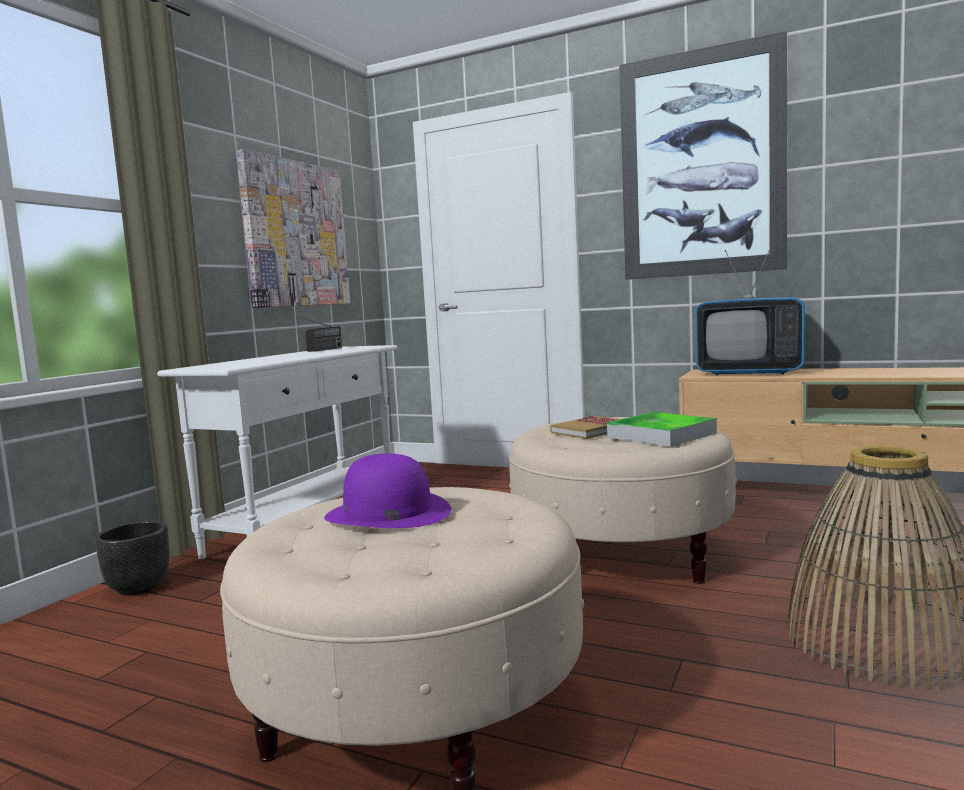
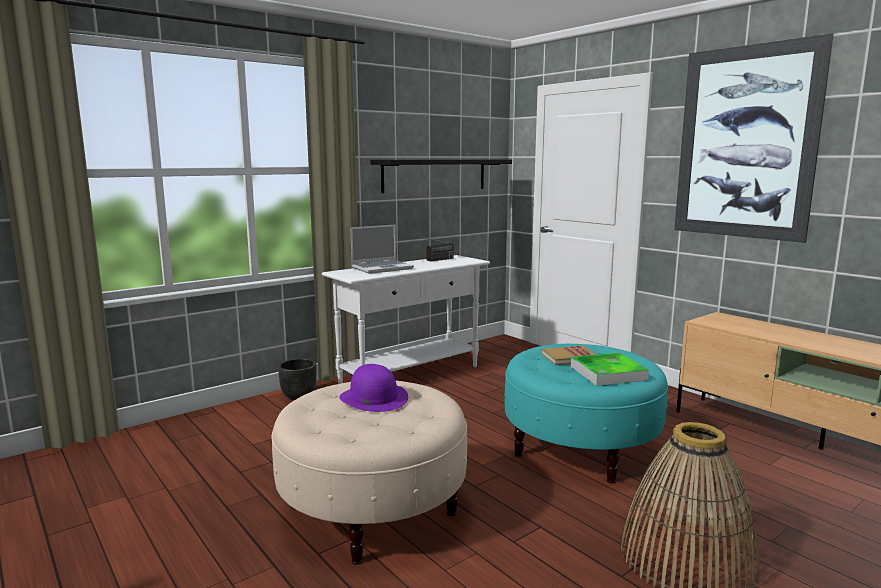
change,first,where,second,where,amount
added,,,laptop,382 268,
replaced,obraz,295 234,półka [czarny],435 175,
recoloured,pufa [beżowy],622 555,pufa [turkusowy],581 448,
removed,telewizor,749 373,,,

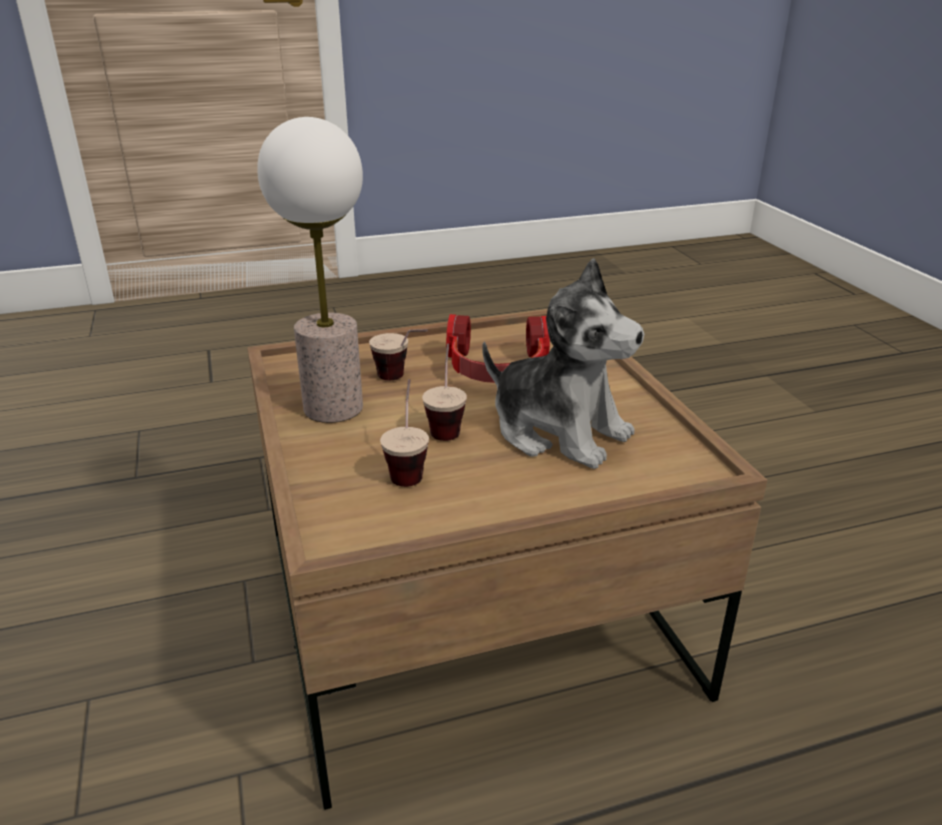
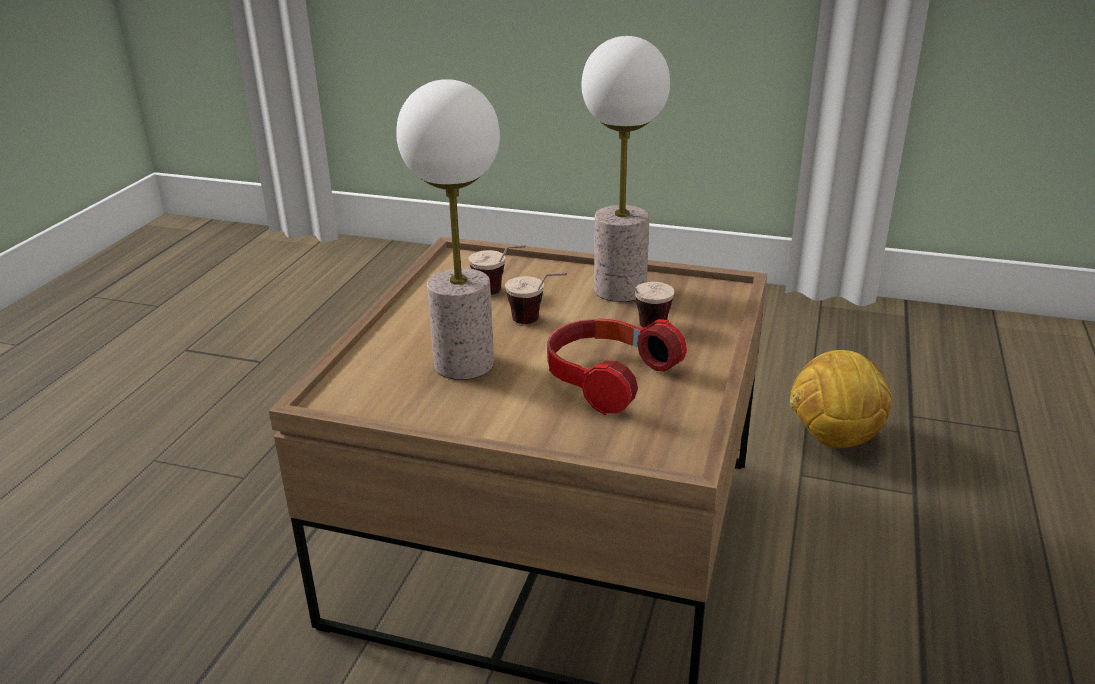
change,first,where,second,where,amount
replaced,pluszak,559 431,lampa stołowa,465 364,
added,,,piłka futbolowa,833 439,

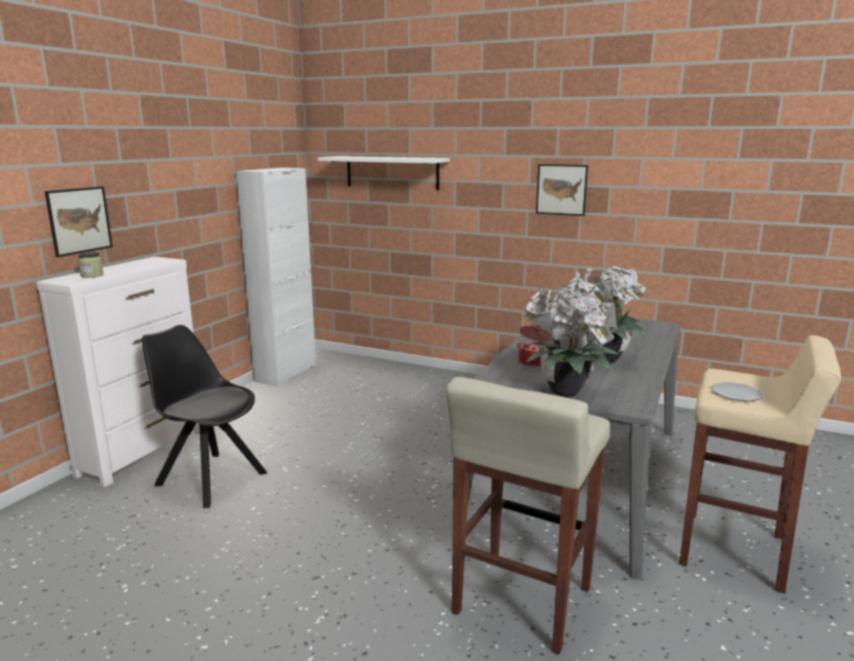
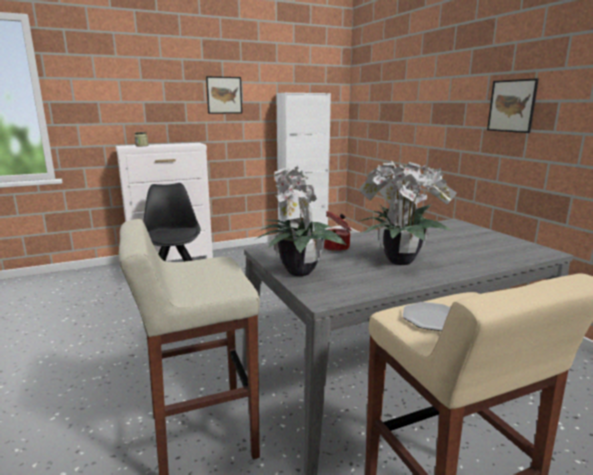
change,first,where,second,where,amount
moved,obraz,79 220,,224 95,
removed,półka [biały],392 172,,,

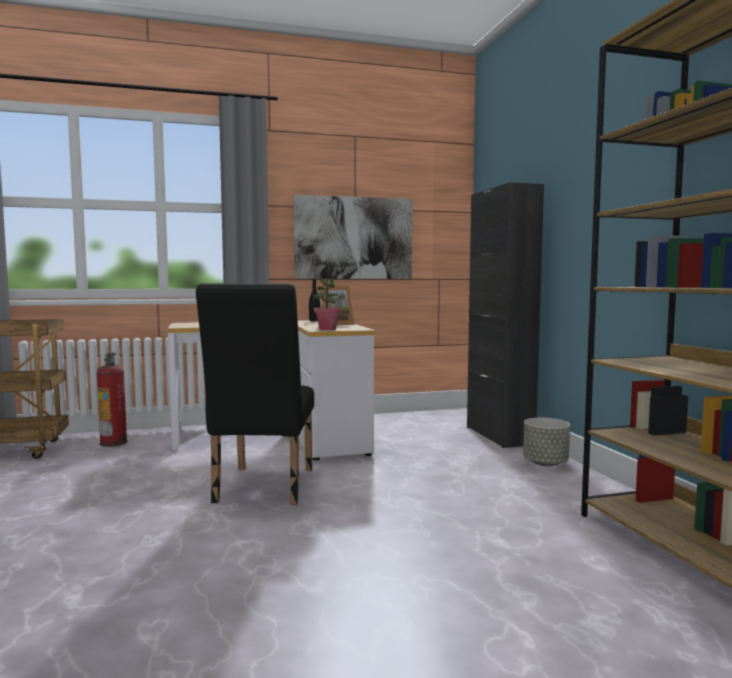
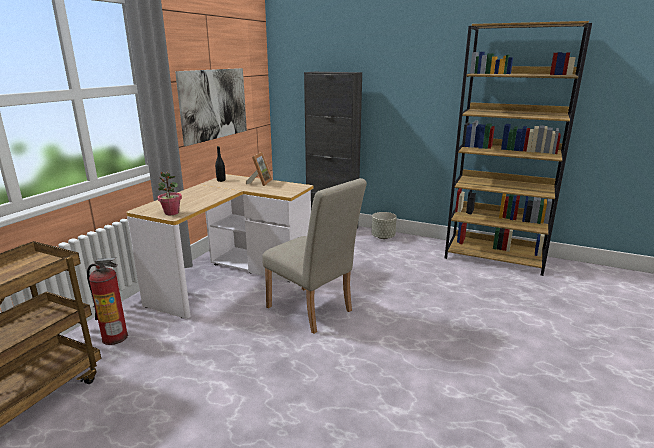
change,first,where,second,where,amount
moved,roślina doniczkowa,327 329,,171 213,
recoloured,krzesło [czarny],262 488,krzesło [beżowy],313 311,

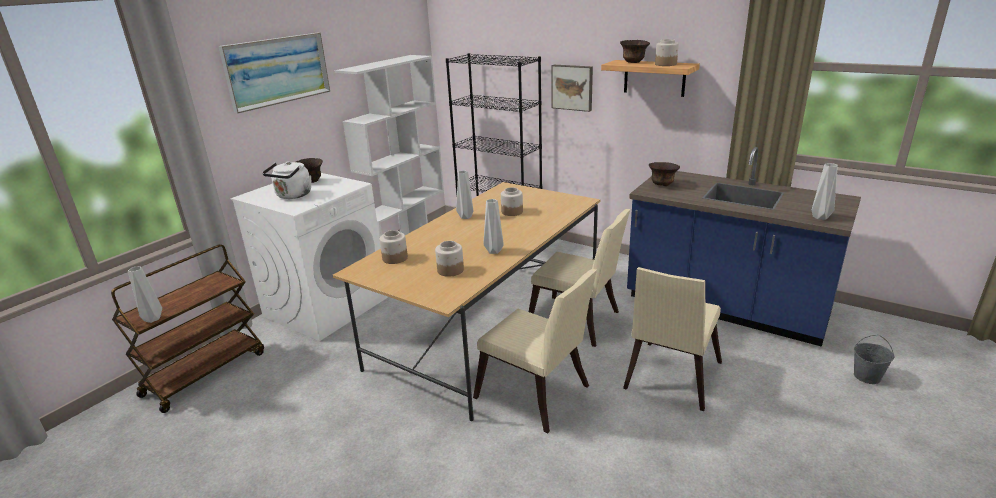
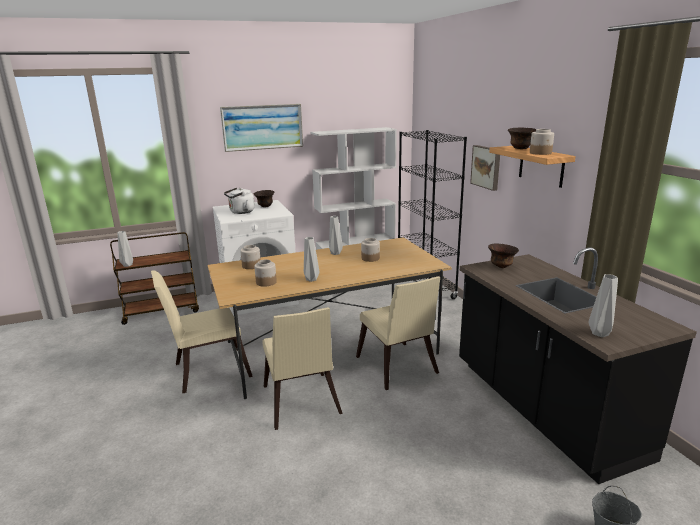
change,first,where,second,where,amount
moved,krzesło [beżowy],669 379,,207 371,
recoloured,zabudowa kuchenna [niebieski],725 307,zabudowa kuchenna [czarny],543 408,

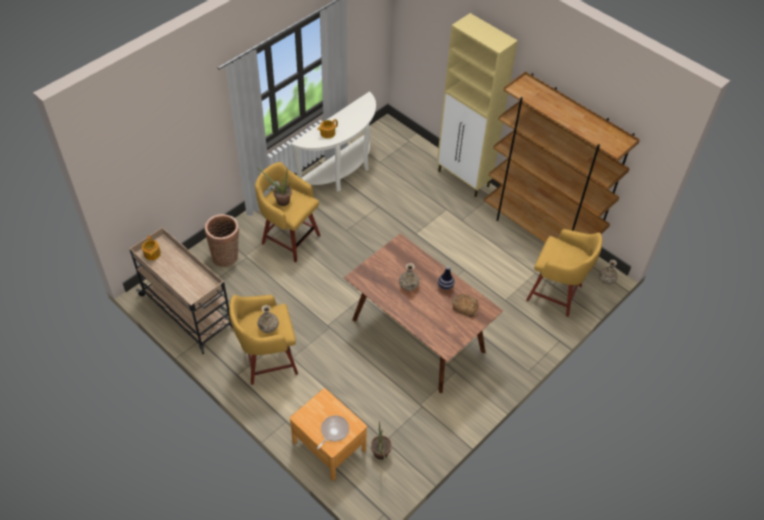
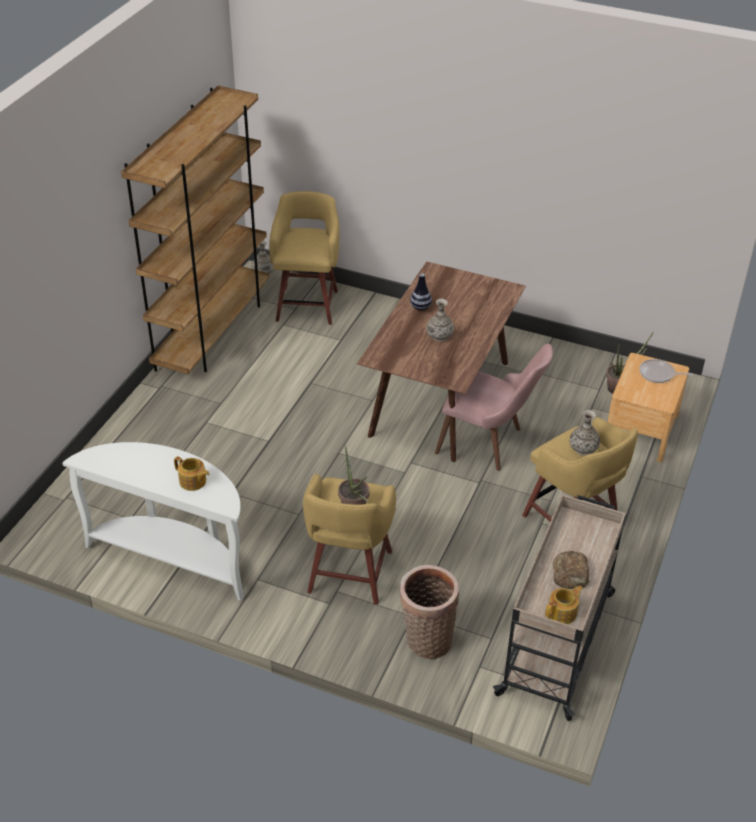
change,first,where,second,where,amount
added,,,krzesło [różowy],490 443,
moved,chleb,465 307,,571 574,
removed,szafka [beżowy],464 179,,,

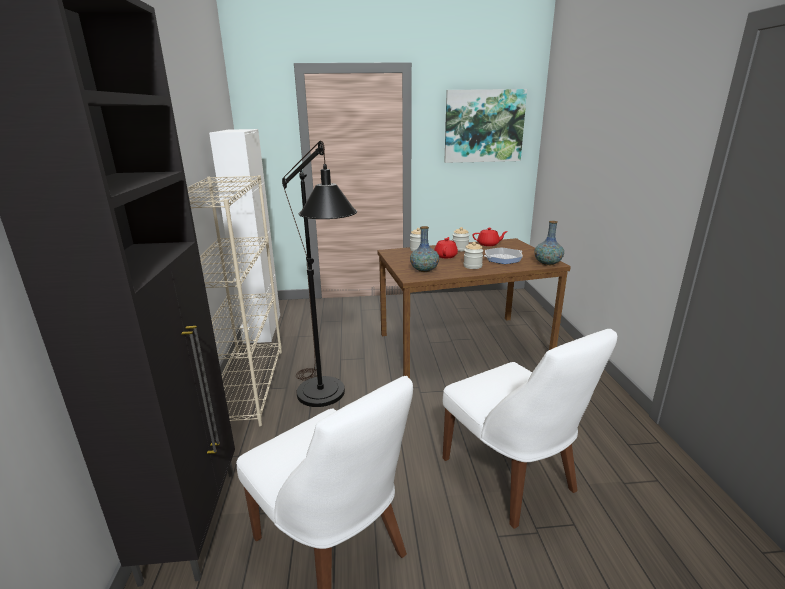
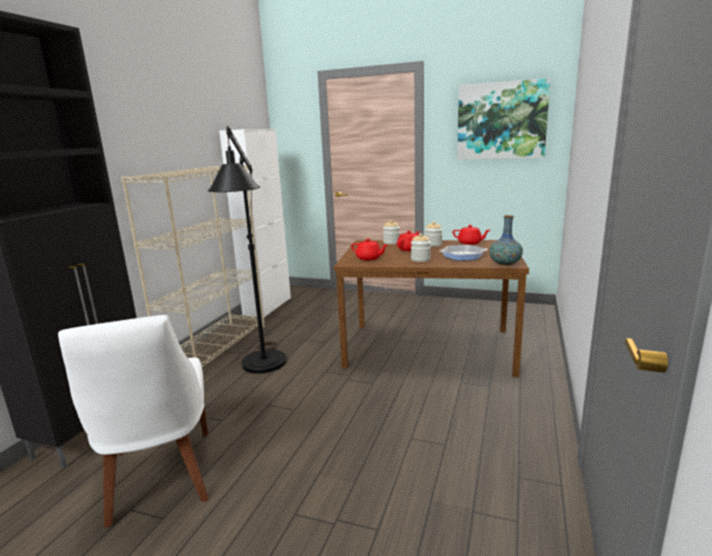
change,first,where,second,where,amount
replaced,wazon,424 270,imbryk [czerwony],369 258,
removed,krzesło [biały],512 478,,,

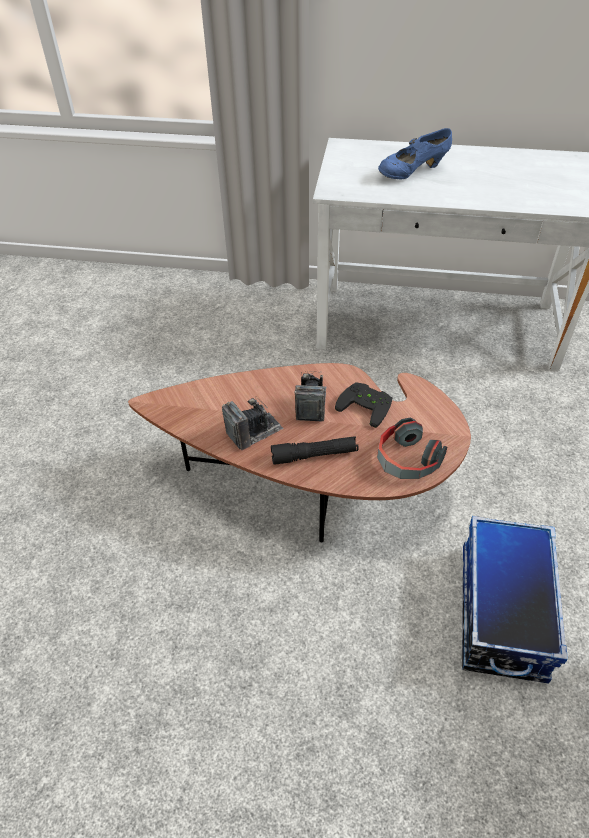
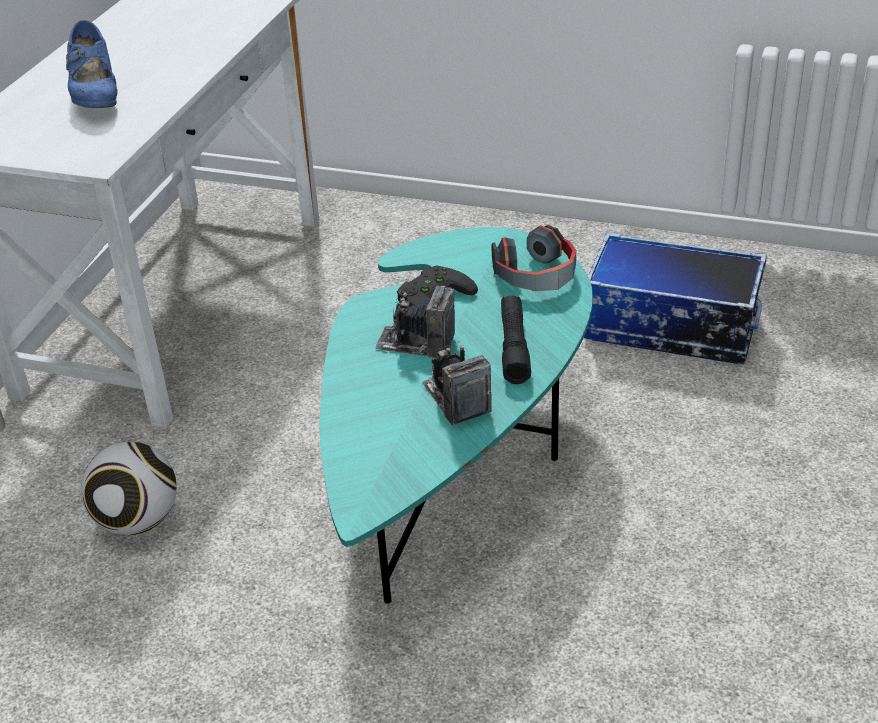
change,first,where,second,where,amount
added,,,piłka futbolowa,138 520,
recoloured,ława [brązowy],313 484,ława [turkusowy],455 457,

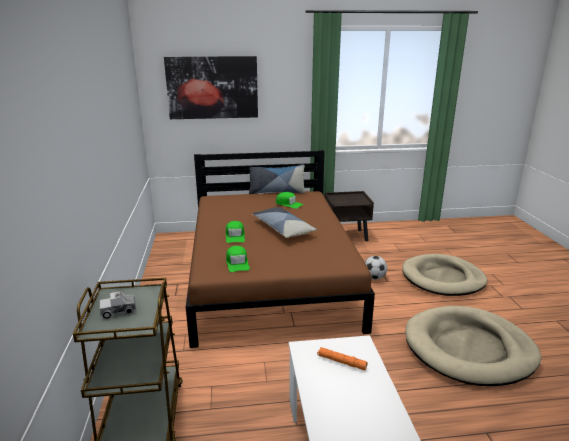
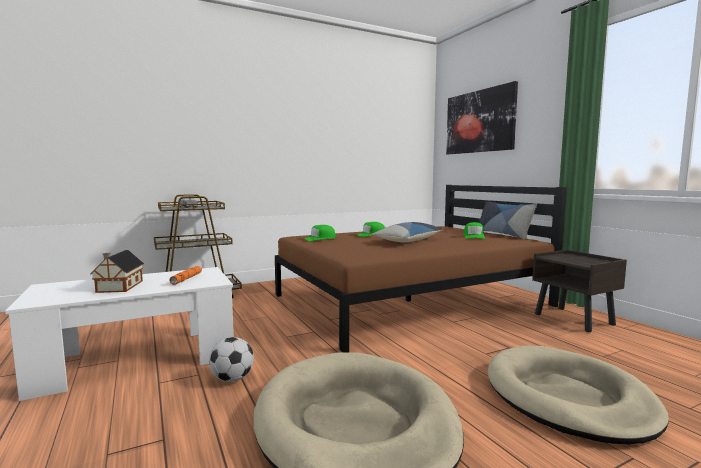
change,first,where,second,where,amount
added,,,domek,118 287,
moved,piłka futbolowa,374 278,,232 379,

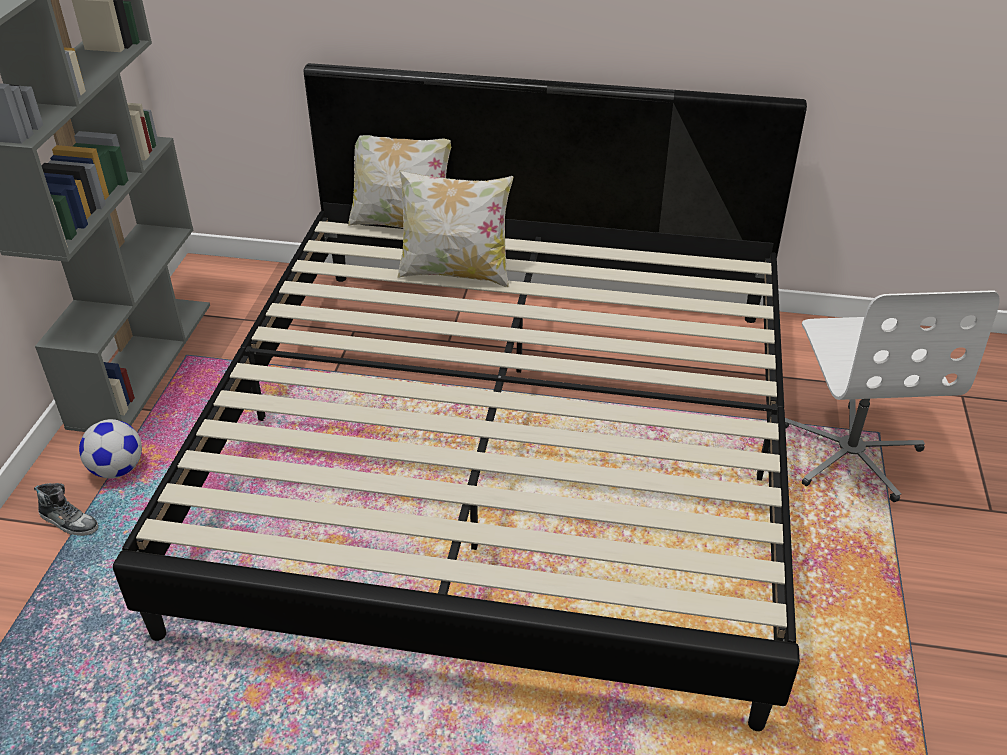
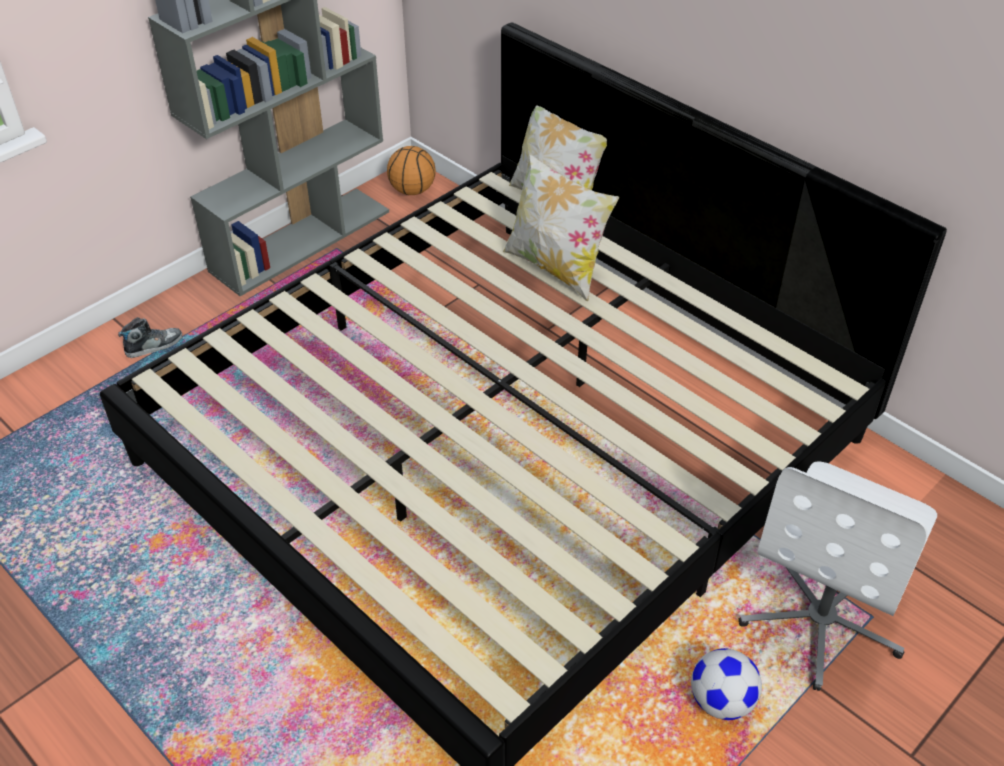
change,first,where,second,where,amount
turned,but,69 521,,154 345,90 degrees counterclockwise
added,,,piłka do koszykówki,412 190,
moved,piłka futbolowa,117 470,,721 701,

